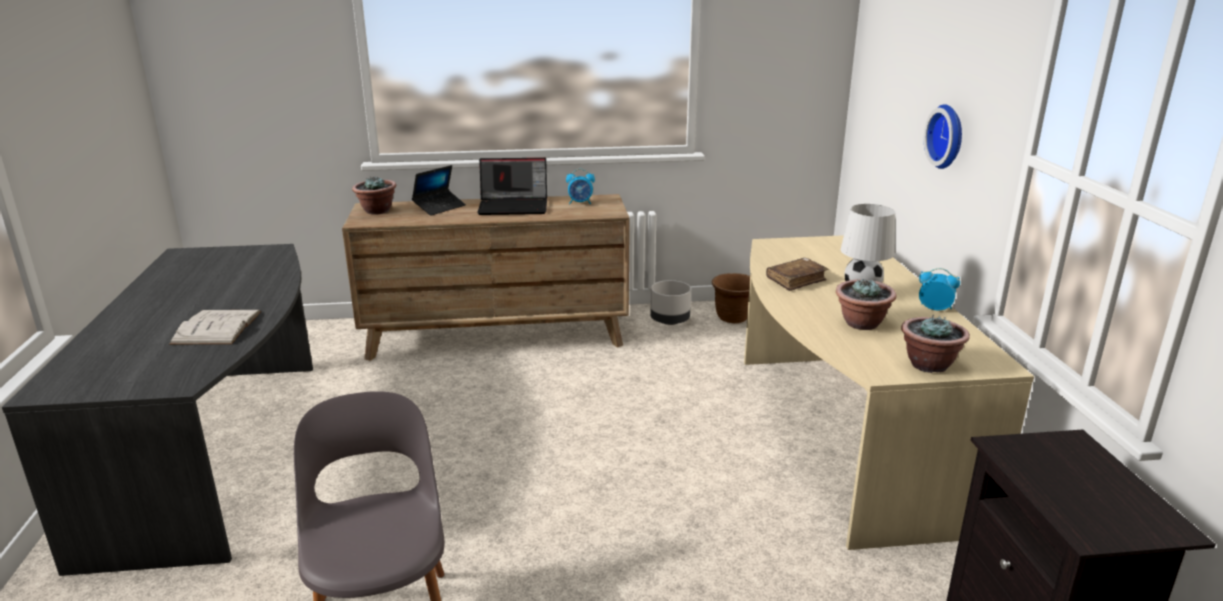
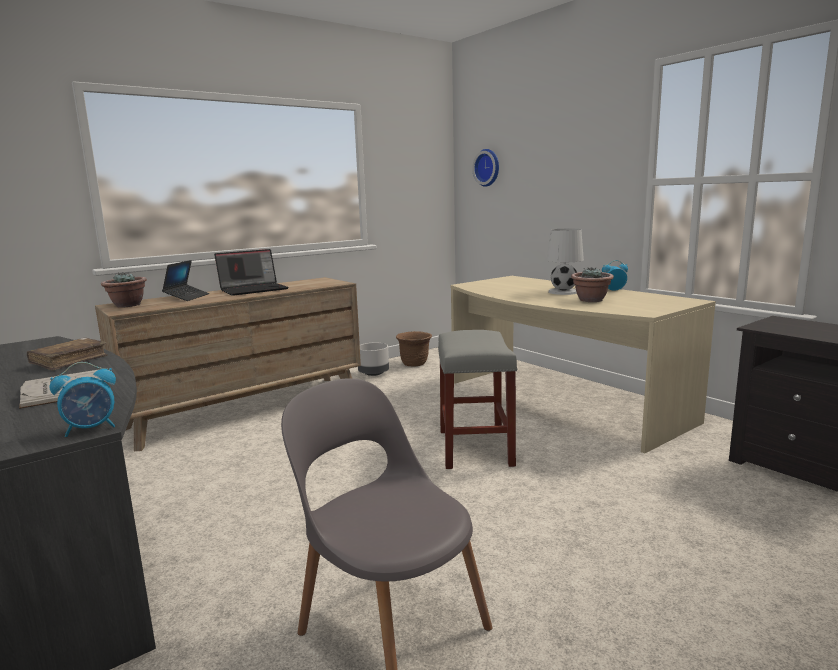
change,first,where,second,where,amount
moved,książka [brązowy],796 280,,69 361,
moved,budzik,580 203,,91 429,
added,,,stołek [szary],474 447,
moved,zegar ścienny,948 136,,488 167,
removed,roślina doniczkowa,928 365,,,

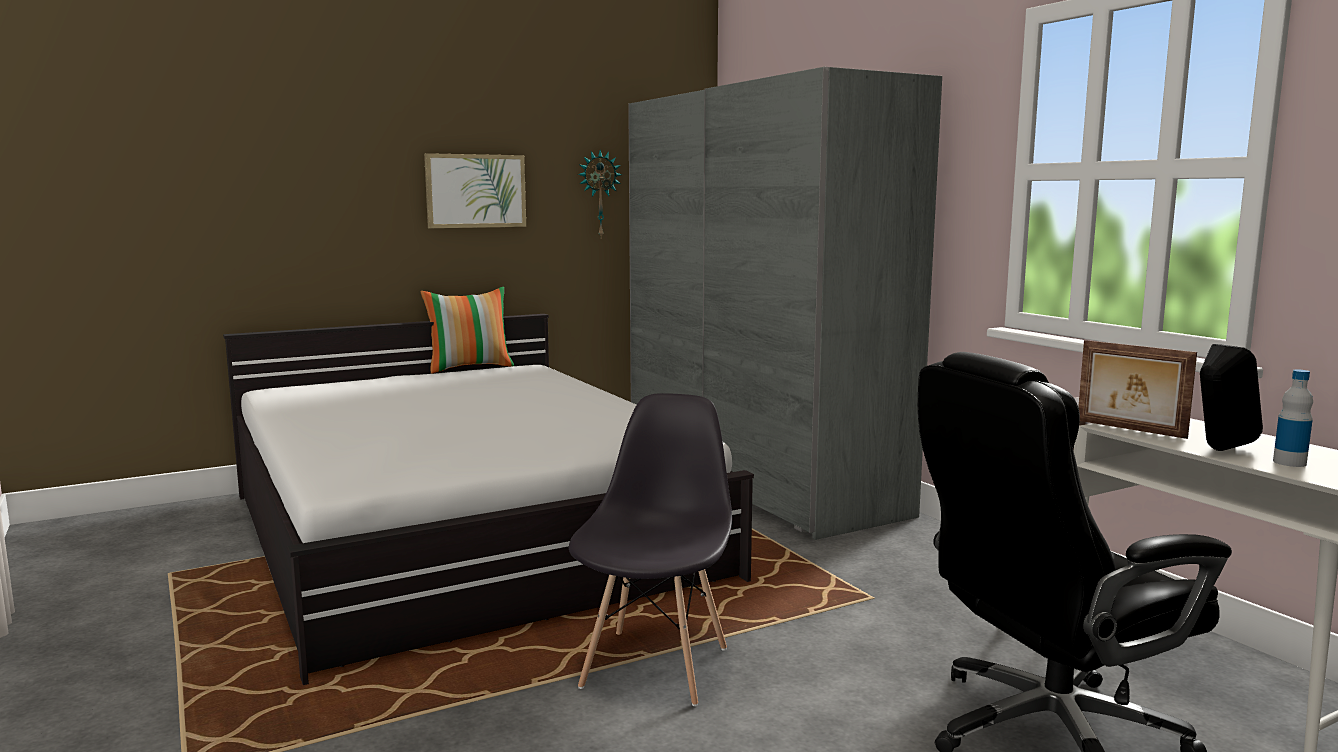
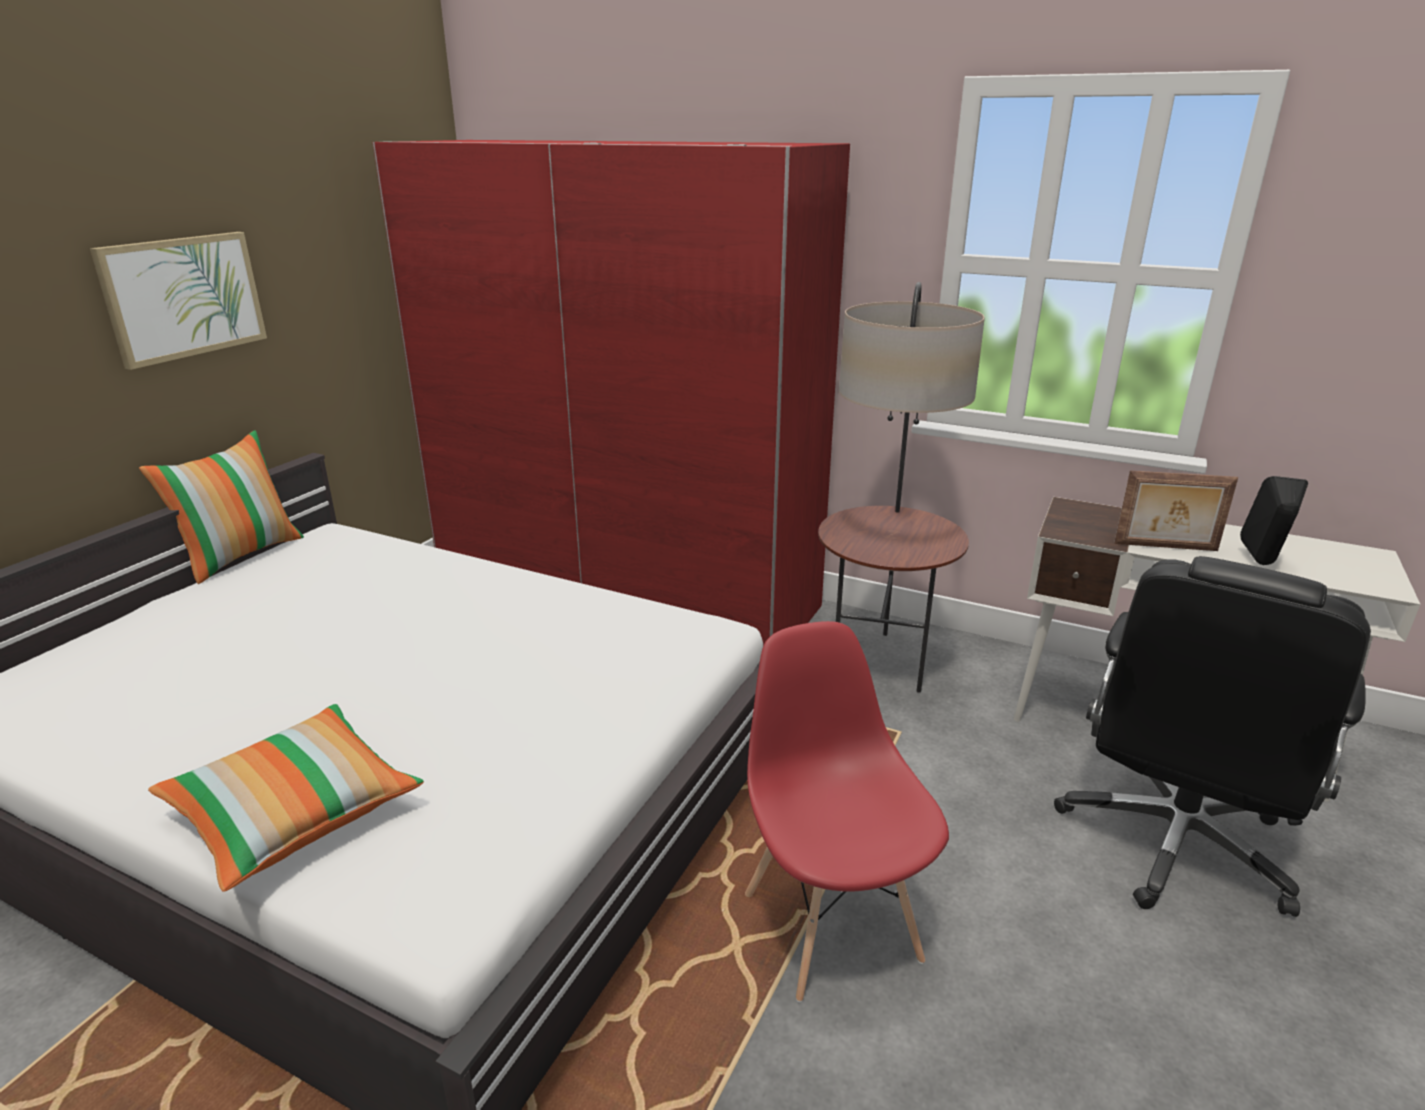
change,first,where,second,where,amount
added,,,poduszka,295 813,
recoloured,szafa [szary],756 477,szafa [czerwony],625 593,
recoloured,krzesło [szary],656 666,krzesło [czerwony],830 924,
added,,,lampa stojąca,880 662,
removed,zegar ścienny,598 194,,,
removed,butelka,1289 462,,,

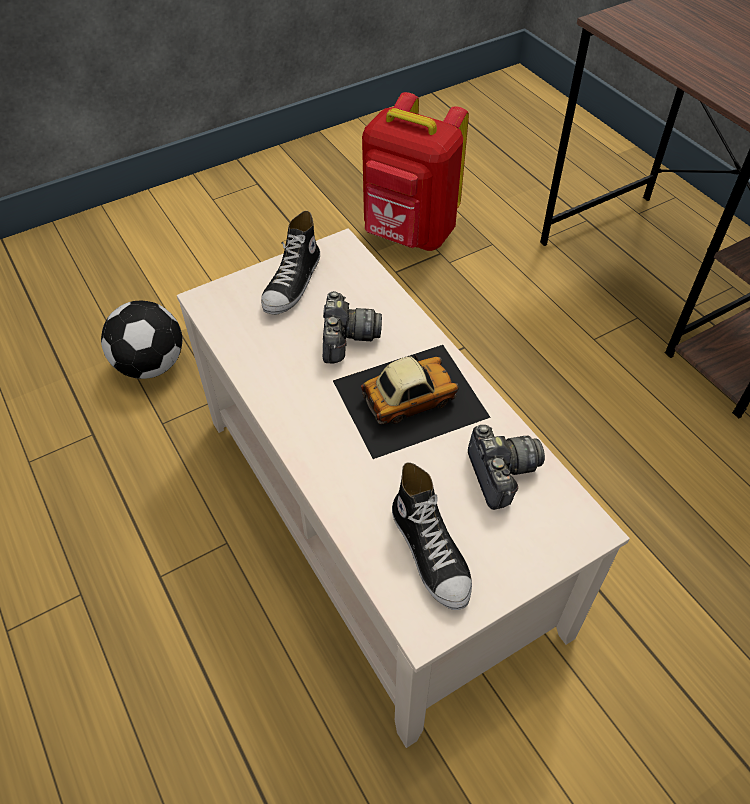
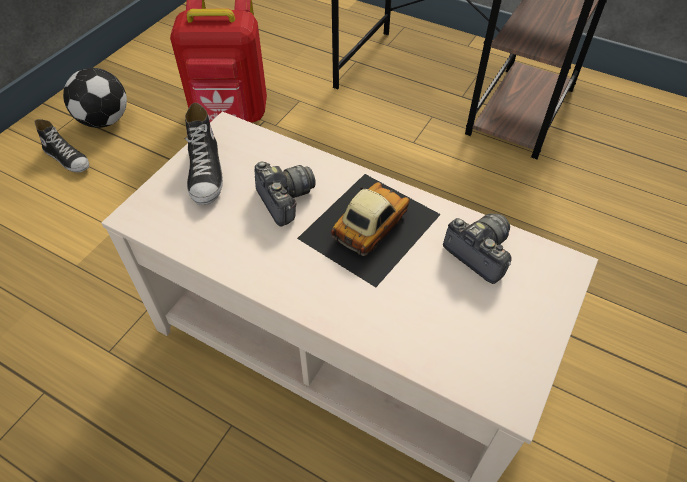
change,first,where,second,where,amount
moved,but,431 551,,68 158,
moved,piłka futbolowa,151 364,,104 120,

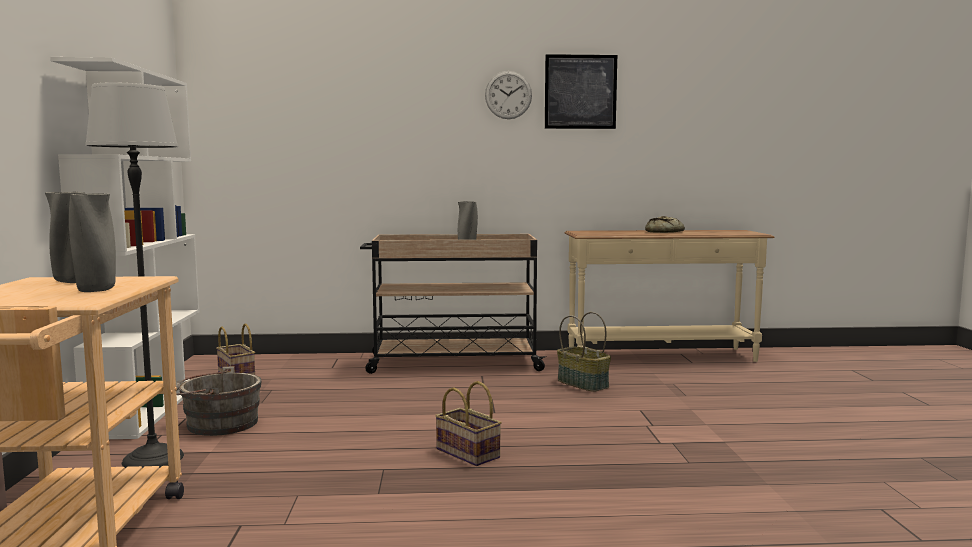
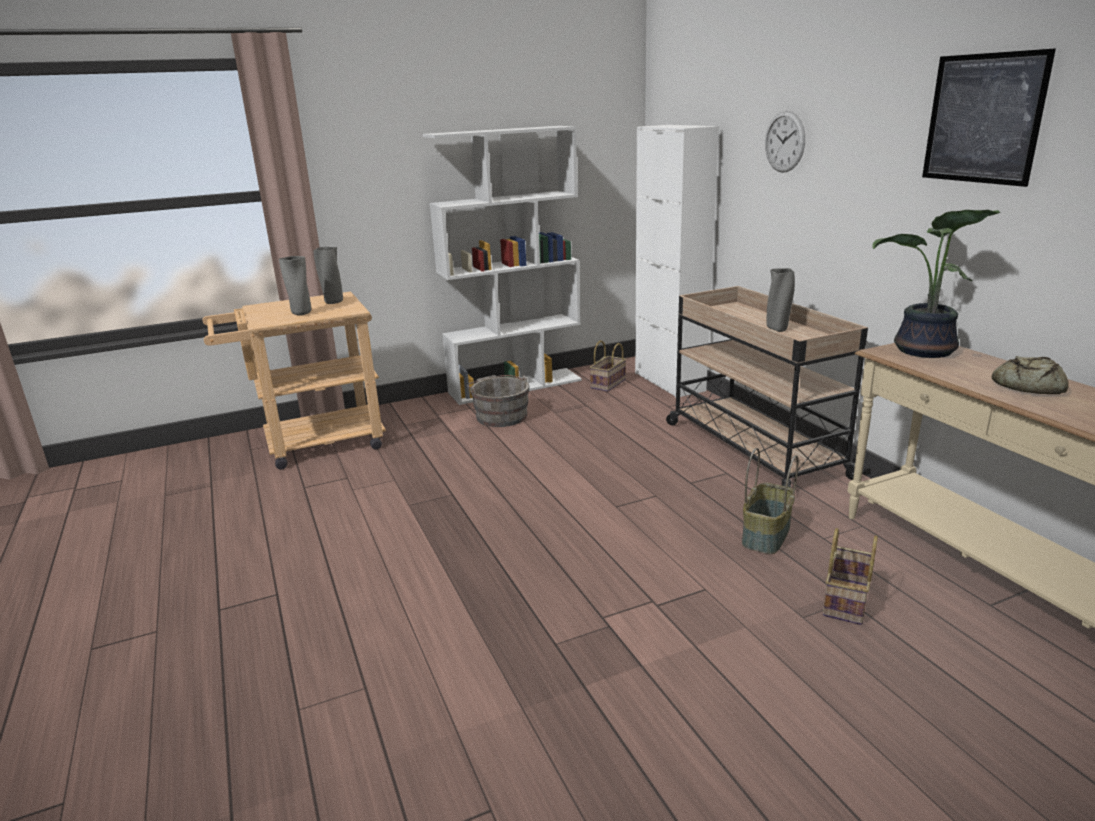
change,first,where,second,where,amount
added,,,szafka [biały],669 382,
moved,zegar ścienny,508 95,,784 142,
moved,koszyk,470 453,,847 602,
added,,,roślina doniczkowa,923 351,
removed,lampa stojąca,153 458,,,

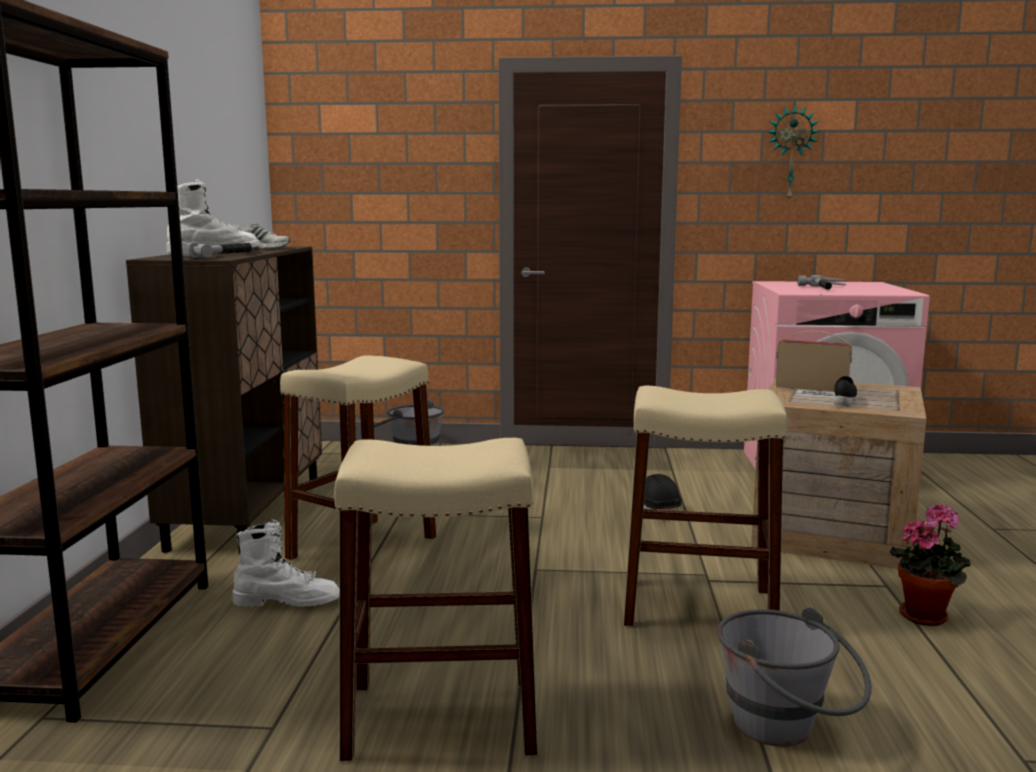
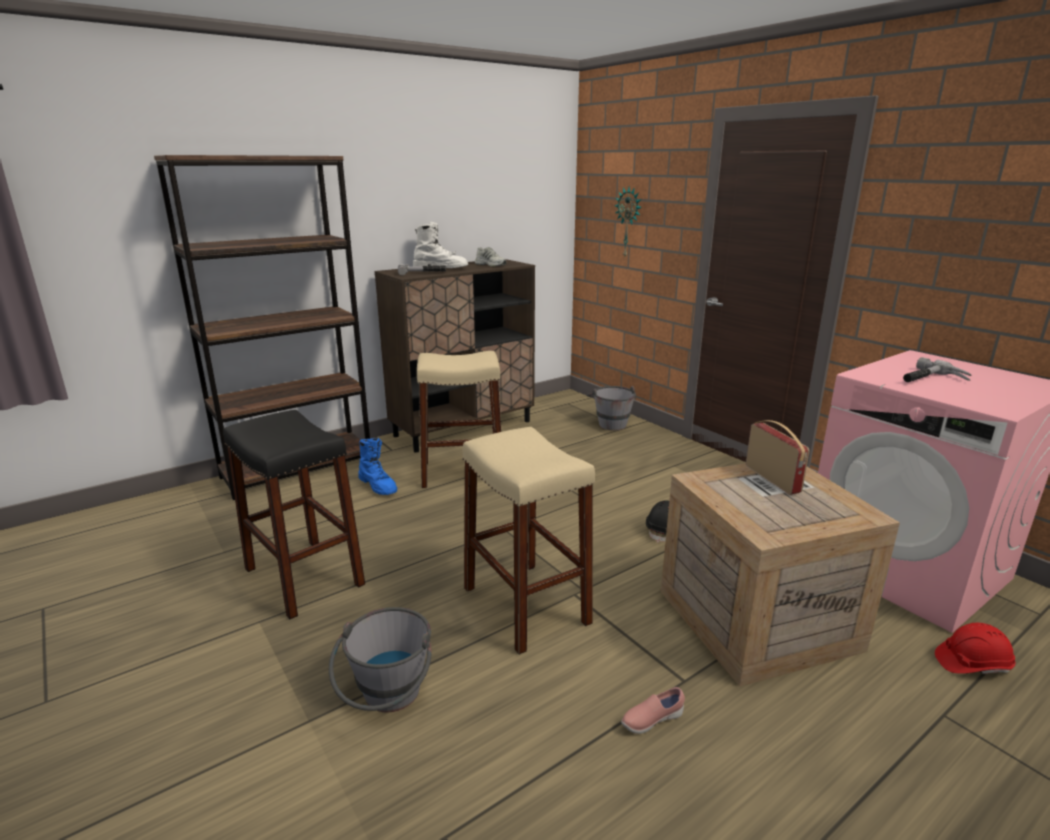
change,first,where,second,where,amount
recoloured,stołek [beżowy],442 717,stołek [czarny],304 577,
recoloured,but z cholewką [biały],287 601,but z cholewką [niebieski],378 486,
moved,zegar ścienny,791 153,,629 222,
replaced,roślina doniczkowa,927 616,but [różowy],651 720,
added,,,kask [czerwony],972 663,
removed,but [czarny],844 401,,,

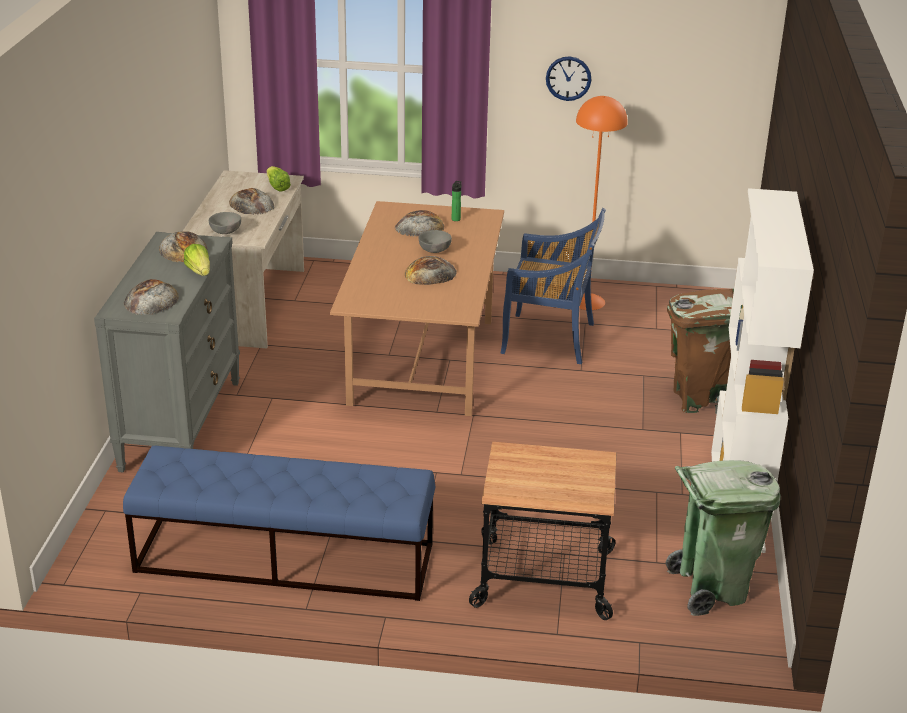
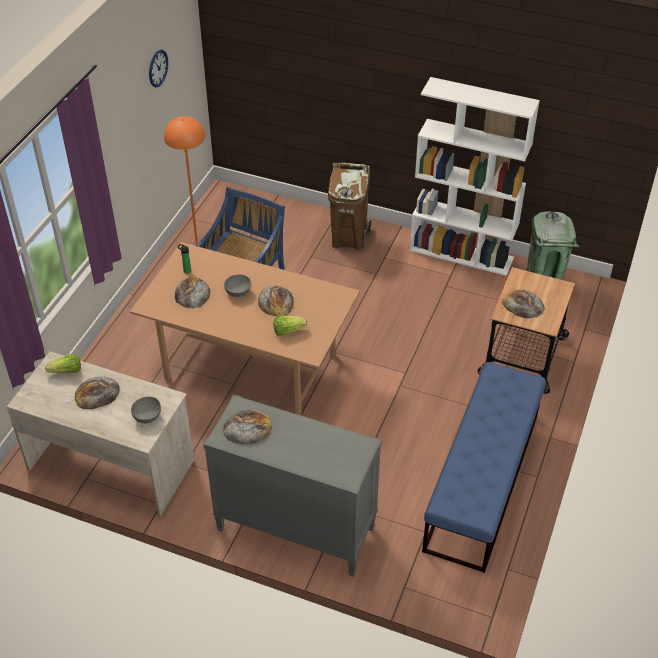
change,first,where,second,where,amount
moved,zegar ścienny,568 78,,158 68,
moved,sałata,199 271,,288 330,
moved,chleb,151 300,,523 305,

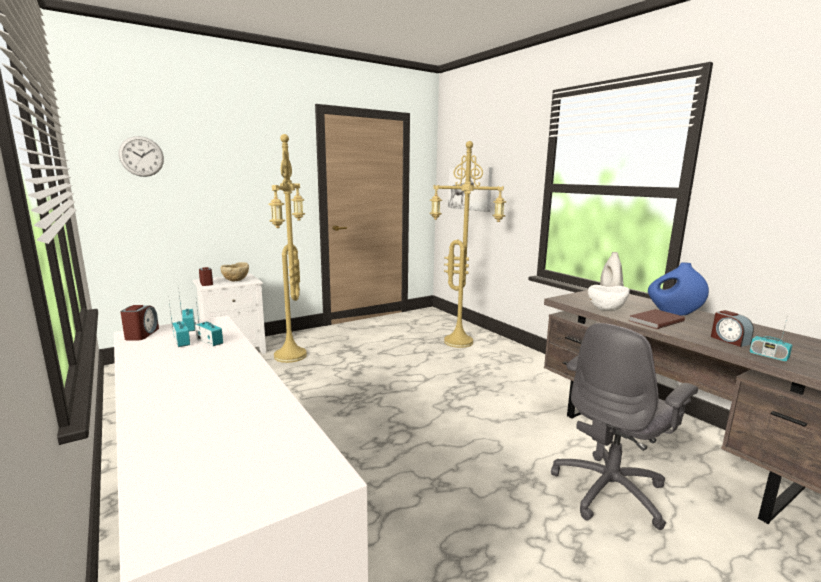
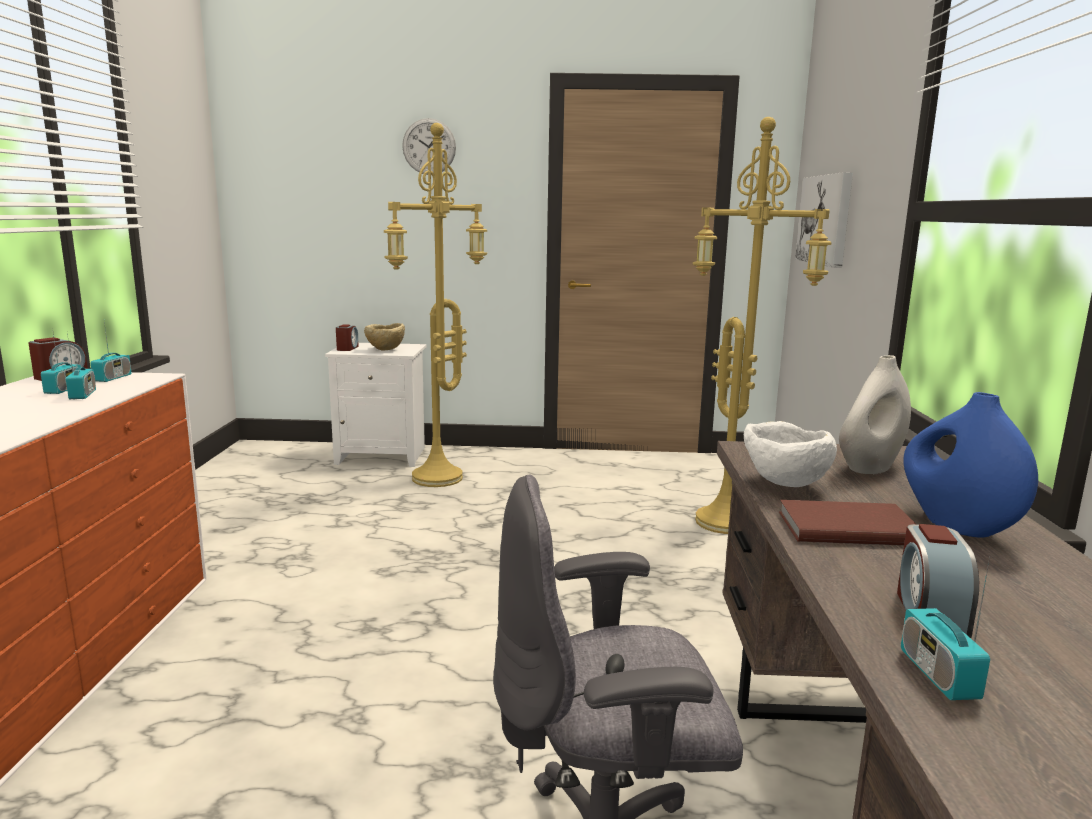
change,first,where,second,where,amount
moved,zegar ścienny,141 156,,429 146,

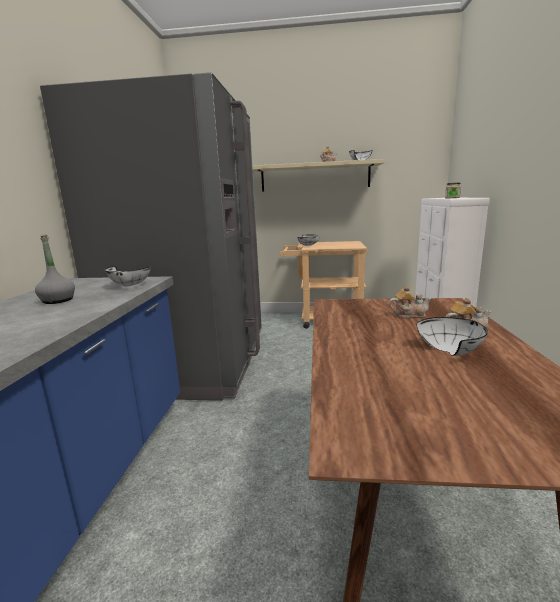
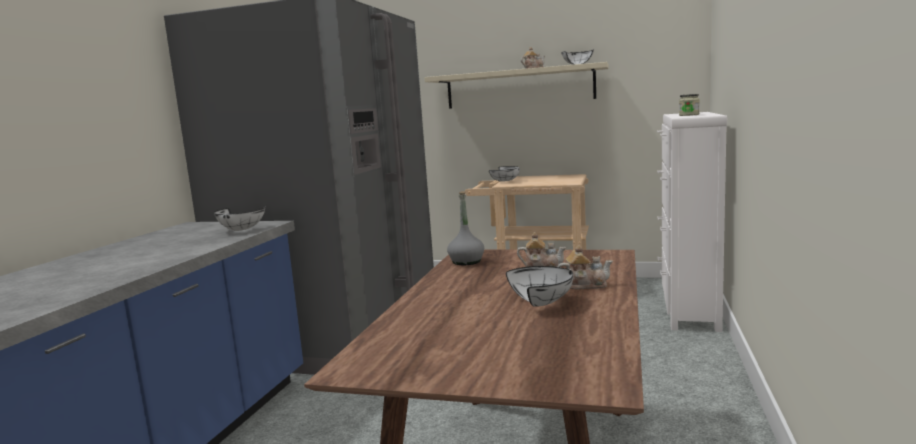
change,first,where,second,where,amount
moved,butelka [szary],58 300,,466 262,

